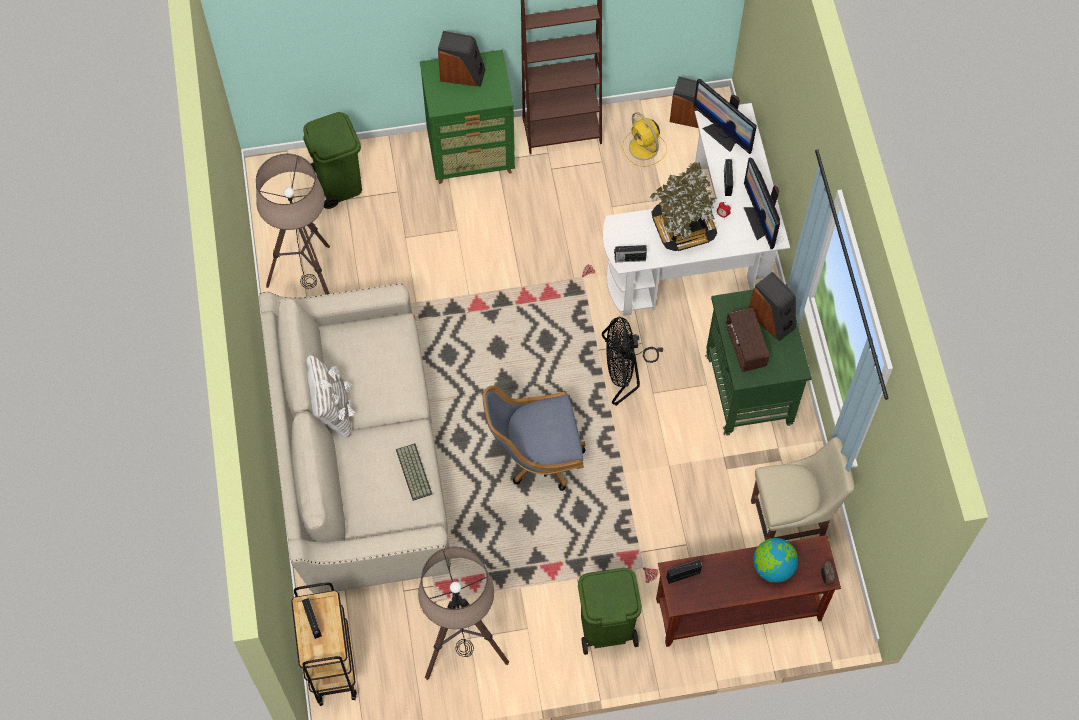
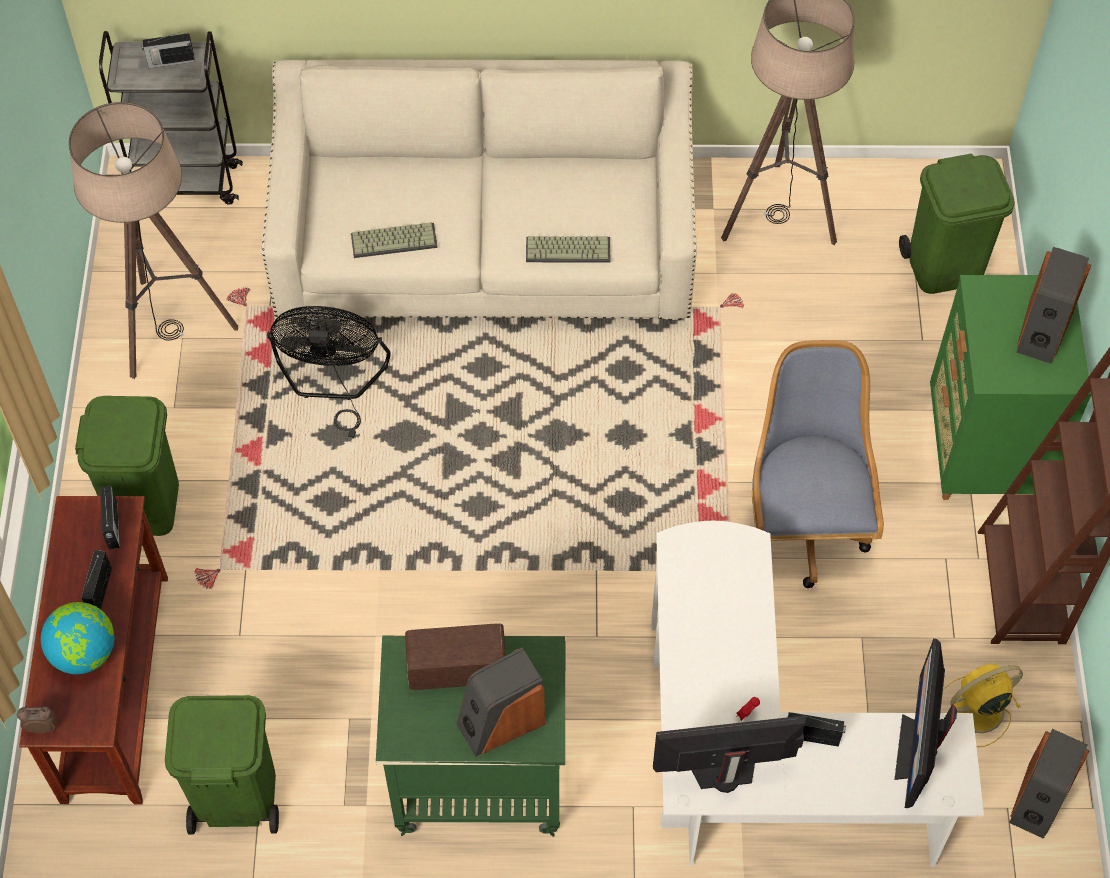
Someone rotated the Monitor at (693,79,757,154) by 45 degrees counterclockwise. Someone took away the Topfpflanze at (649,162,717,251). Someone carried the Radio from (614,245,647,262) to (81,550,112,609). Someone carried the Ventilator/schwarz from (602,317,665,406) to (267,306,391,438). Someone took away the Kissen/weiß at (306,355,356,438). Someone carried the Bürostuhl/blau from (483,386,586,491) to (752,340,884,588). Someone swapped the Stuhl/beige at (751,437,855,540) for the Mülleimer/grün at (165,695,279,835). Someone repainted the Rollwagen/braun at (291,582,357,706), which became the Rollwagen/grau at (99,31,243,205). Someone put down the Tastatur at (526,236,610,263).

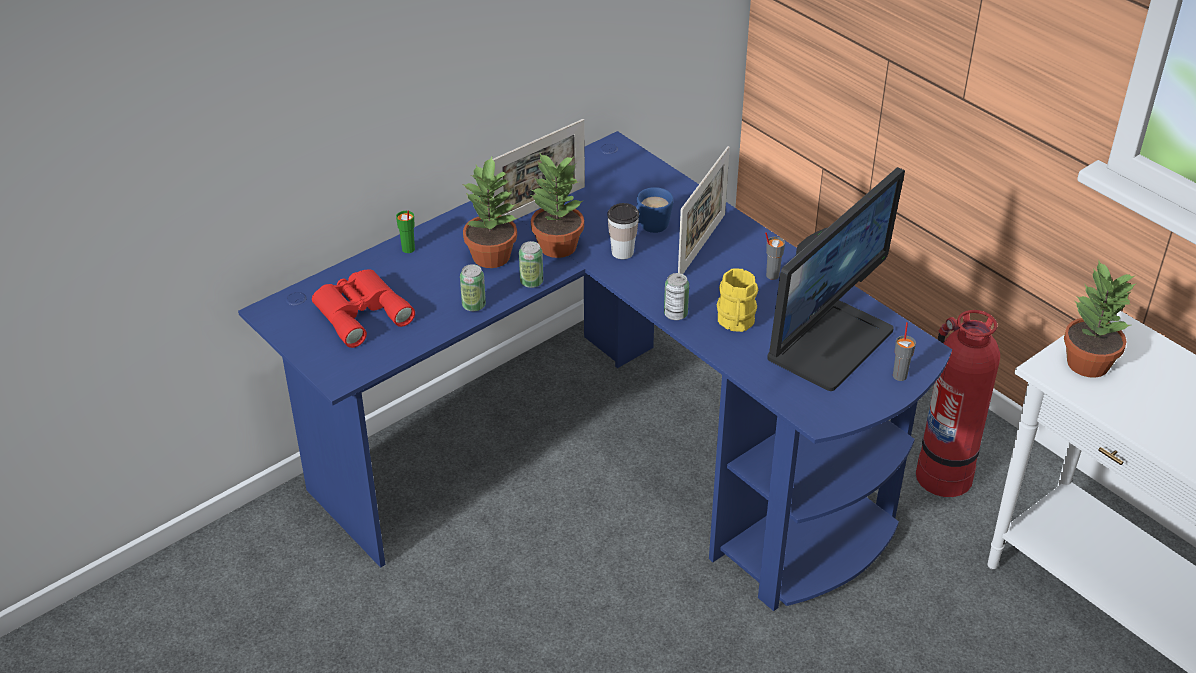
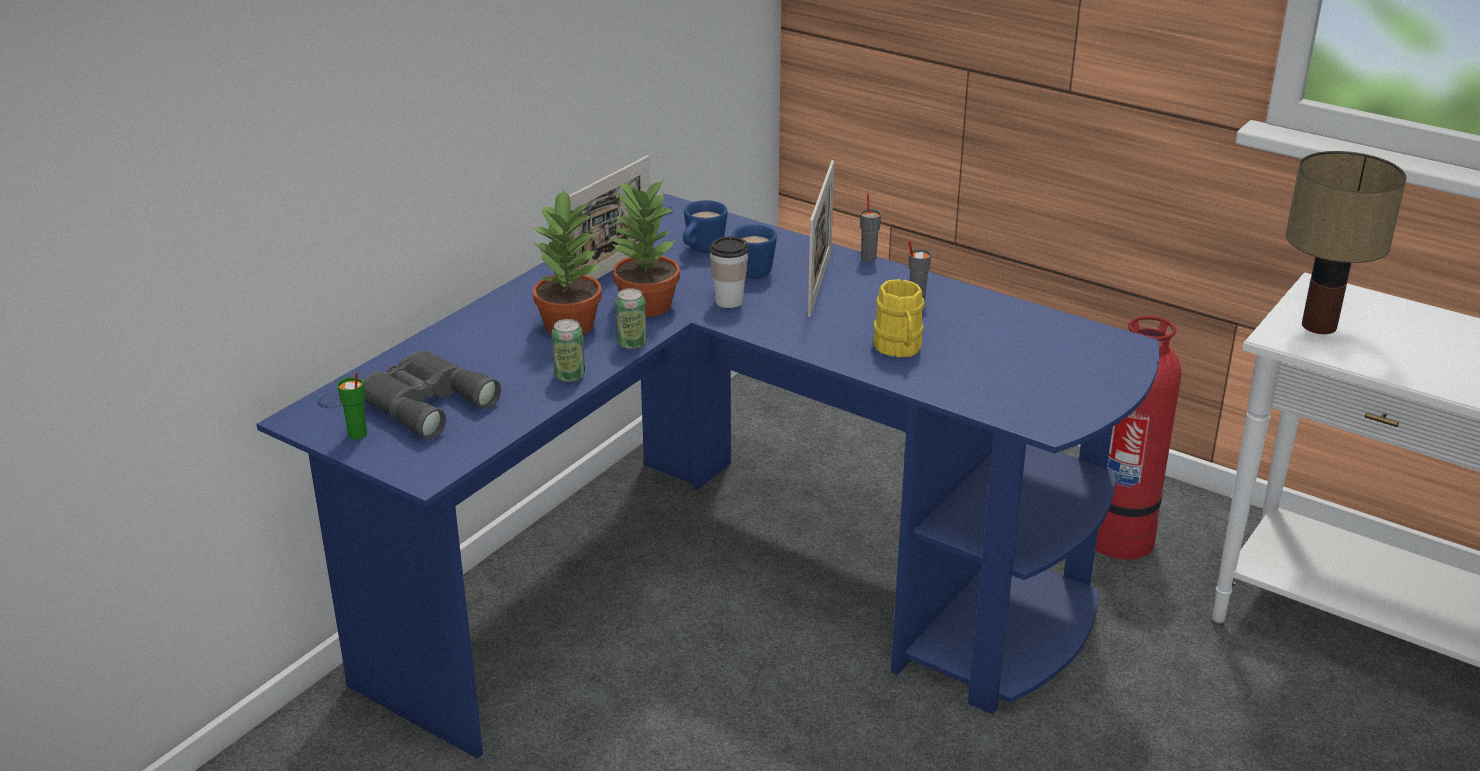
Someone took away the Monitor at (767,167,905,391). Someone carried the Tasse/grün from (396,210,415,253) to (337,372,367,440). Someone swapped the Topfpflanze at (1064,260,1136,378) for the Tischlampe at (1286,151,1407,334). Someone repainted the Fernglas/rot at (312,270,415,348), which became the Fernglas/grau at (363,351,501,440). Someone took away the Dose at (664,273,689,320). Someone carried the Tasse/grau from (893,322,916,381) to (860,193,882,262). Someone put down the Henkelbecher/blau at (683,200,728,253).

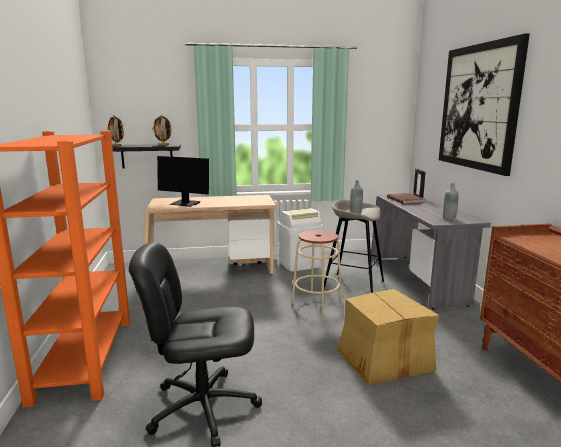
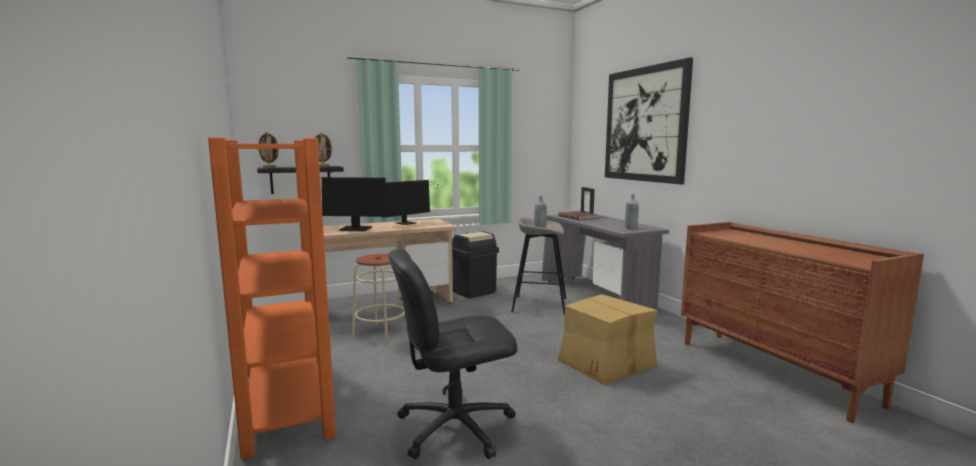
Someone repainted the Mülleimer/weiß at (277,208,324,272), which became the Mülleimer/schwarz at (452,231,499,298). Someone carried the Hocker/beige from (291,230,342,314) to (352,254,407,344). Someone put down the Monitor at (382,180,441,225).

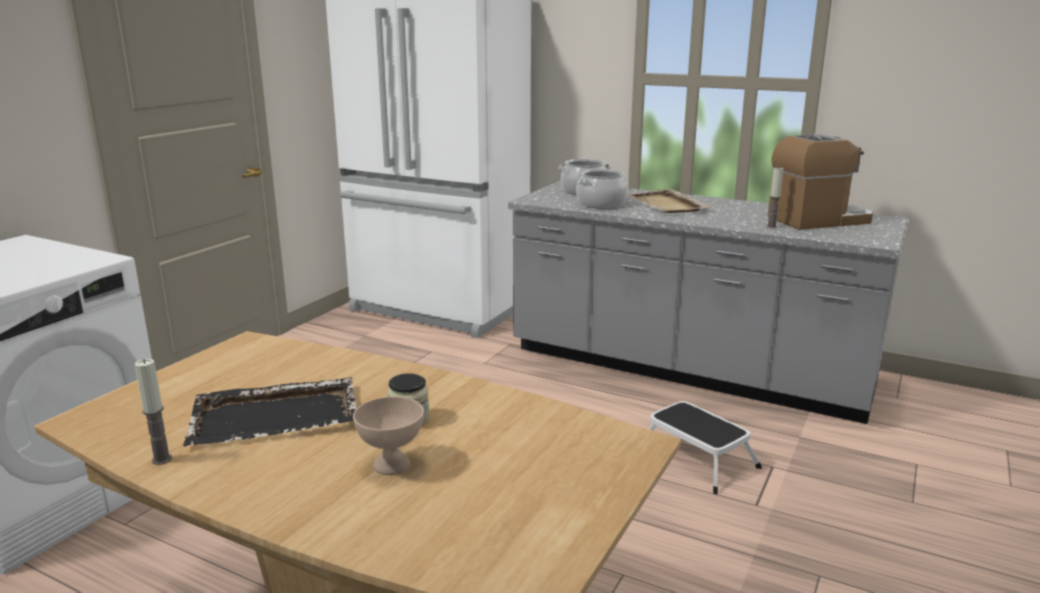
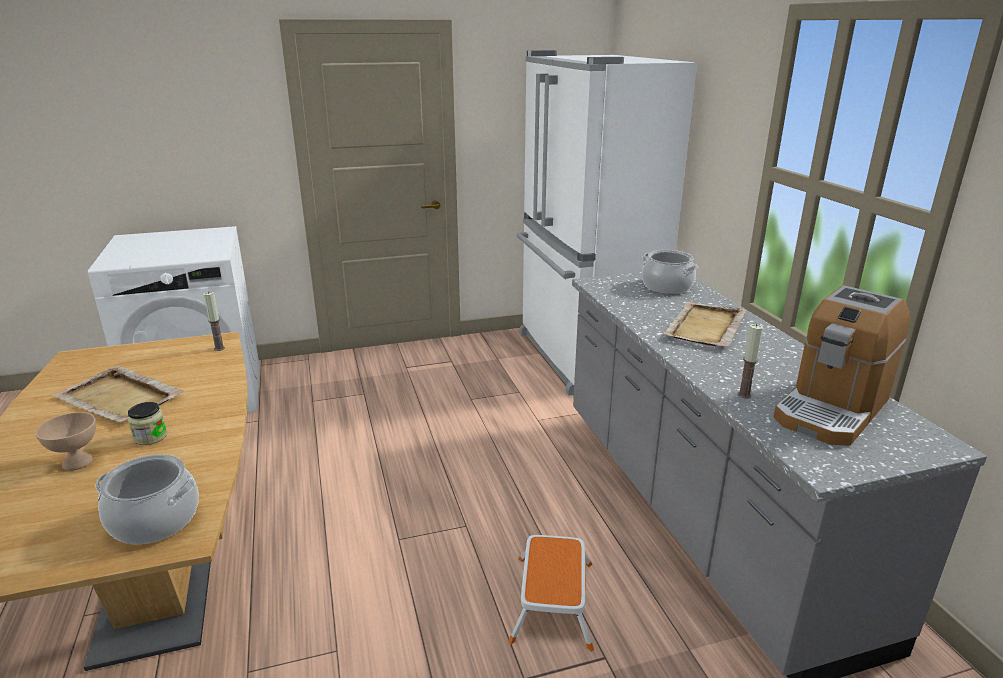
Someone rotated the Kaffeemaschine at (768,134,873,230) by 105 degrees clockwise. Someone carried the Kochtopf from (576,169,628,209) to (95,454,199,544). Someone carried the Kerze from (135,359,172,465) to (204,292,225,351). Someone repainted the Tablett/schwarz at (183,377,356,447), which became the Tablett/beige at (52,366,184,423). Someone repainted the Trittleiter/schwarz at (649,401,762,494), which became the Trittleiter/orange at (508,535,594,652).

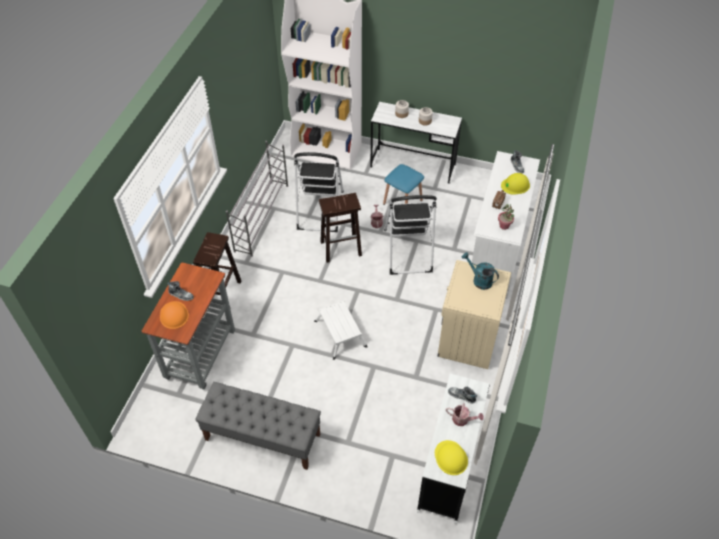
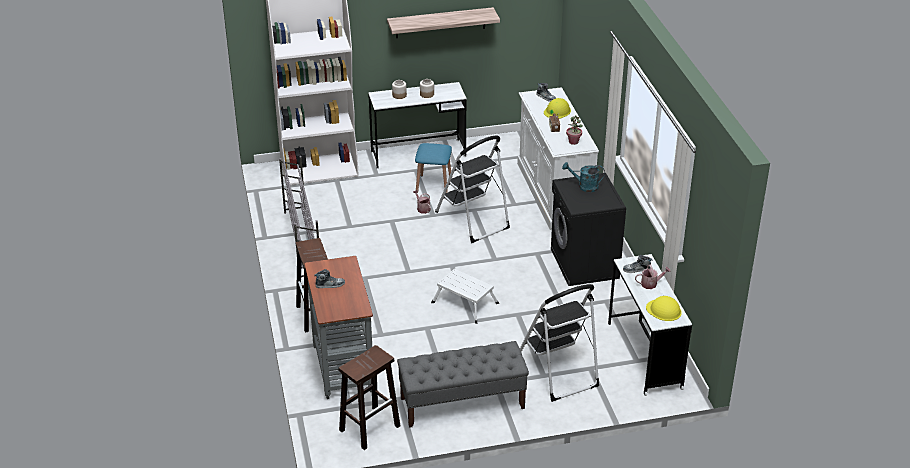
Someone carried the Trittleiter from (294,152,344,232) to (520,284,599,402). Someone carried the Hocker/braun from (319,193,362,263) to (338,345,400,450). Someone repainted the Waschmaschine/beige at (438,260,511,369), which became the Waschmaschine/schwarz at (551,173,626,286). Someone took away the Schutzhelm/orange at (160,301,189,329). Someone put up the Wandregal at (387,7,500,38).

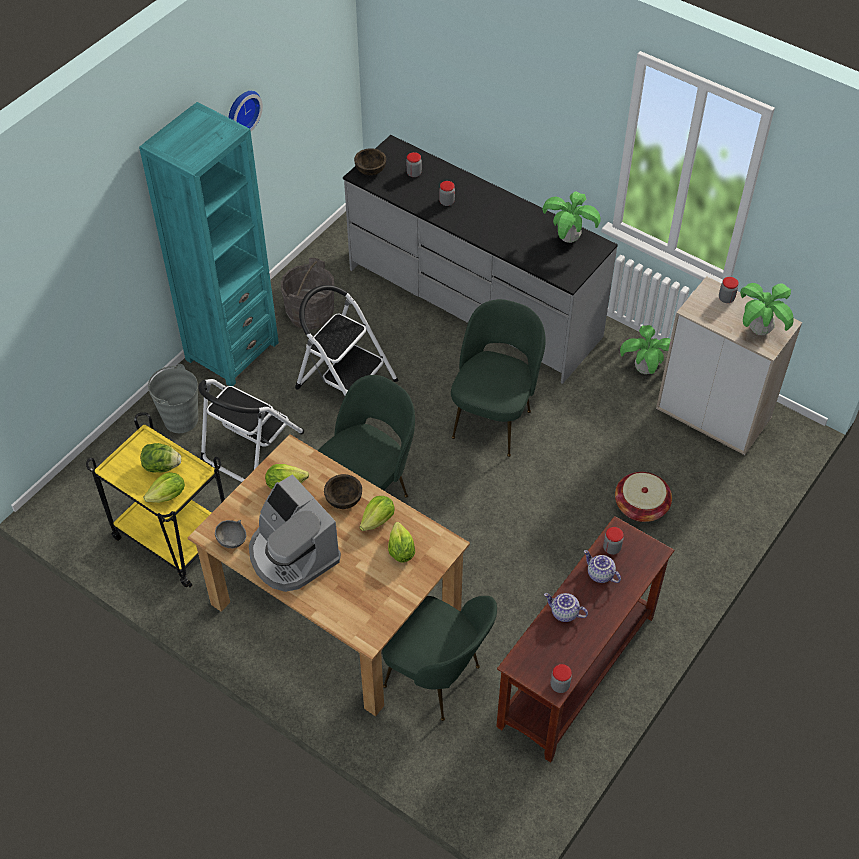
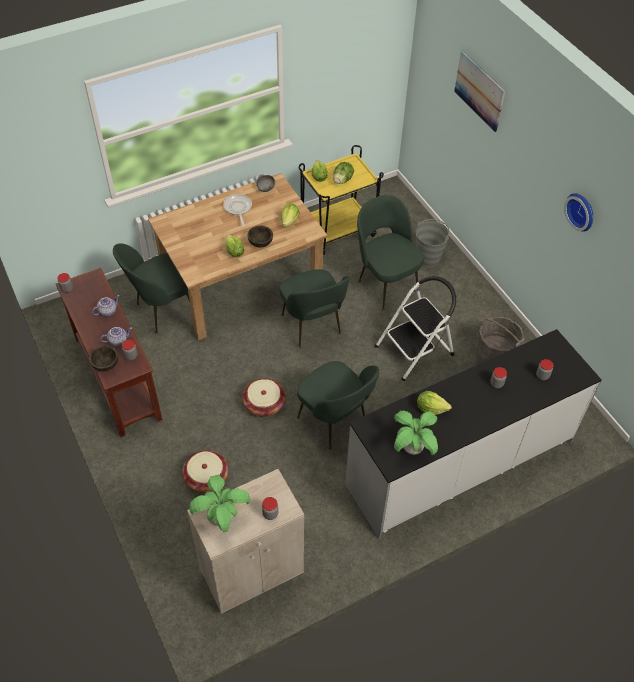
Someone took away the Bücherregal/türkis at (139,102,279,386). Someone carried the Schüssel/braun from (354,148,386,175) to (89,346,118,371). Someone took away the Topfpflanze at (620,325,671,374). Someone swapped the Trittleiter at (198,379,304,482) for the Stuhl/grün at (357,195,424,310). Someone swapped the Kaffeemaschine at (249,474,341,592) for the Pfanne at (223,194,252,227). Someone carried the Salatkopf from (388,522,415,563) to (417,391,452,415). Someone put up the Bild at (454,51,505,132). Someone put down the Korb at (242,378,285,417).

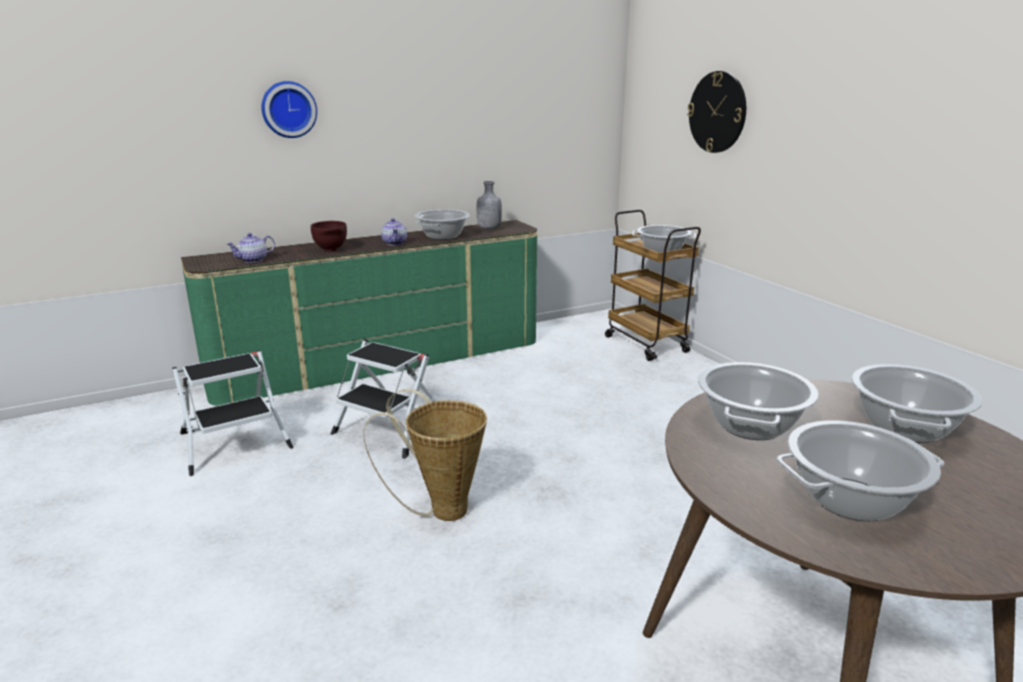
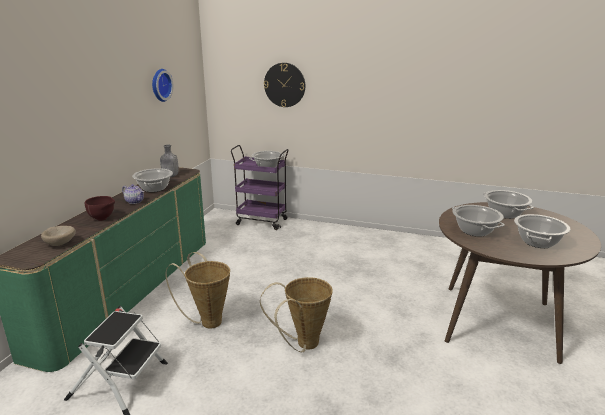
Someone carried the Wanduhr from (261,81,317,138) to (152,69,173,102). Someone repainted the Rollwagen/braun at (605,210,701,361), which became the Rollwagen/lila at (231,145,288,230). Someone swapped the Teekanne at (227,233,275,263) for the Schüssel/beige at (41,226,76,246). Someone swapped the Trittleiter at (331,339,436,459) for the Korb at (165,252,230,329).

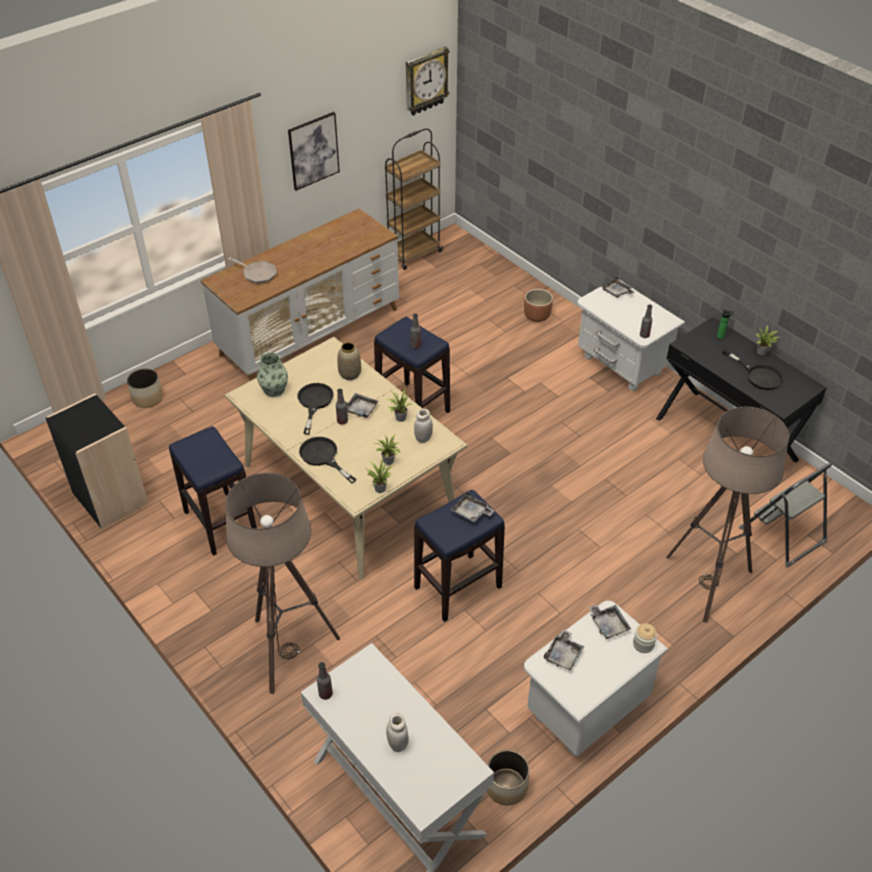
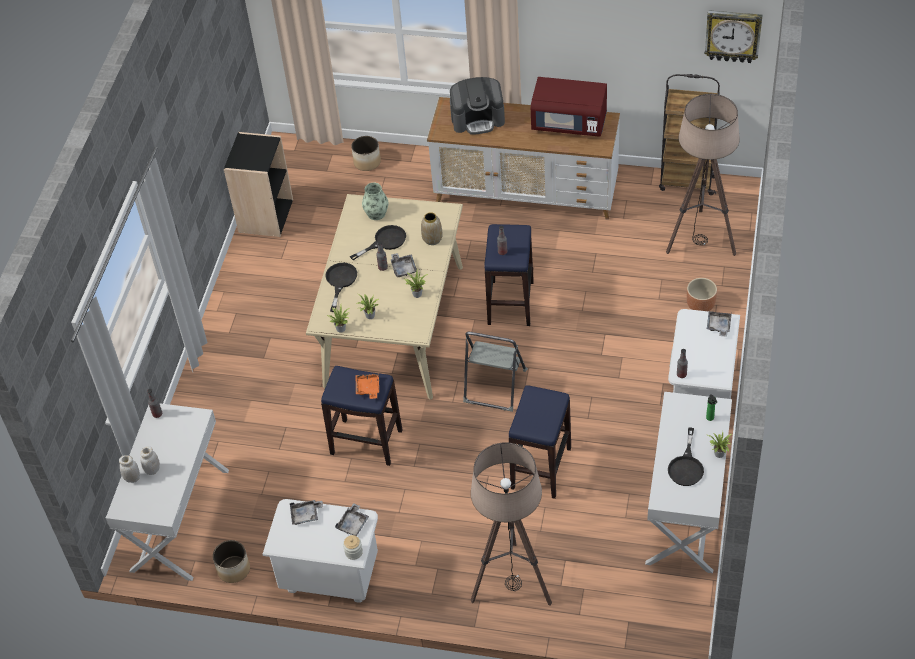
Someone took away the Bild at (288,112,340,191). Someone swapped the Pfanne at (228,257,276,284) for the Kaffeemaschine at (450,77,505,134). Someone repainted the Konsolentisch/schwarz at (656,317,827,463), which became the Konsolentisch/weiß at (645,392,732,573). Someone carried the Vorratsglas/weiß from (414,409,433,443) to (119,455,140,483). Someone carried the Hocker from (169,426,257,556) to (509,385,571,499). Someone carried the Trittleiter/grau from (739,462,832,568) to (463,332,528,412). Someone carried the Stehlampe from (226,473,340,694) to (666,94,740,256). Someone repainted the Tablett/grau at (450,492,495,522), which became the Tablett/orange at (355,372,379,399). Someone put down the Mikrowelle/rot at (531,77,607,137).

